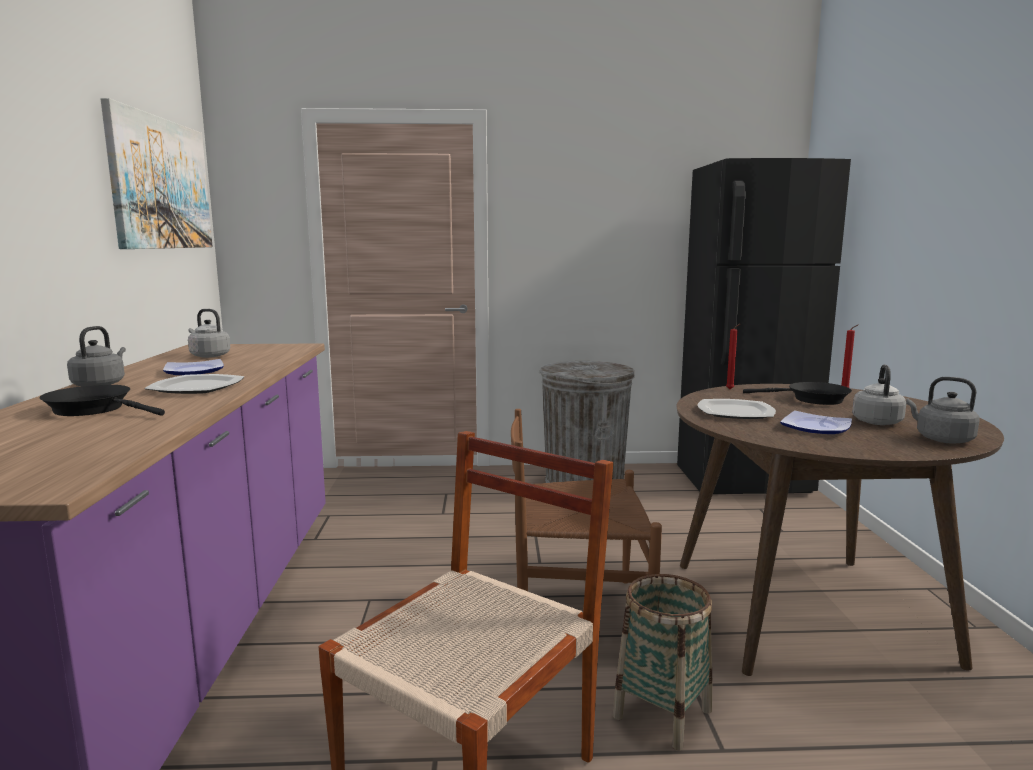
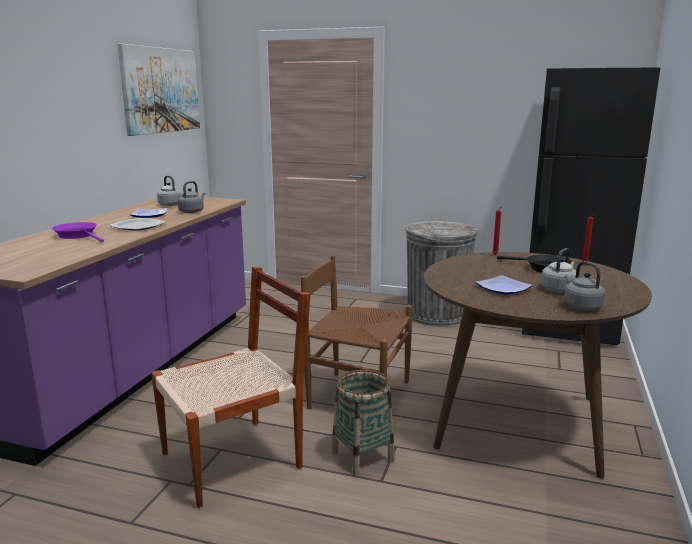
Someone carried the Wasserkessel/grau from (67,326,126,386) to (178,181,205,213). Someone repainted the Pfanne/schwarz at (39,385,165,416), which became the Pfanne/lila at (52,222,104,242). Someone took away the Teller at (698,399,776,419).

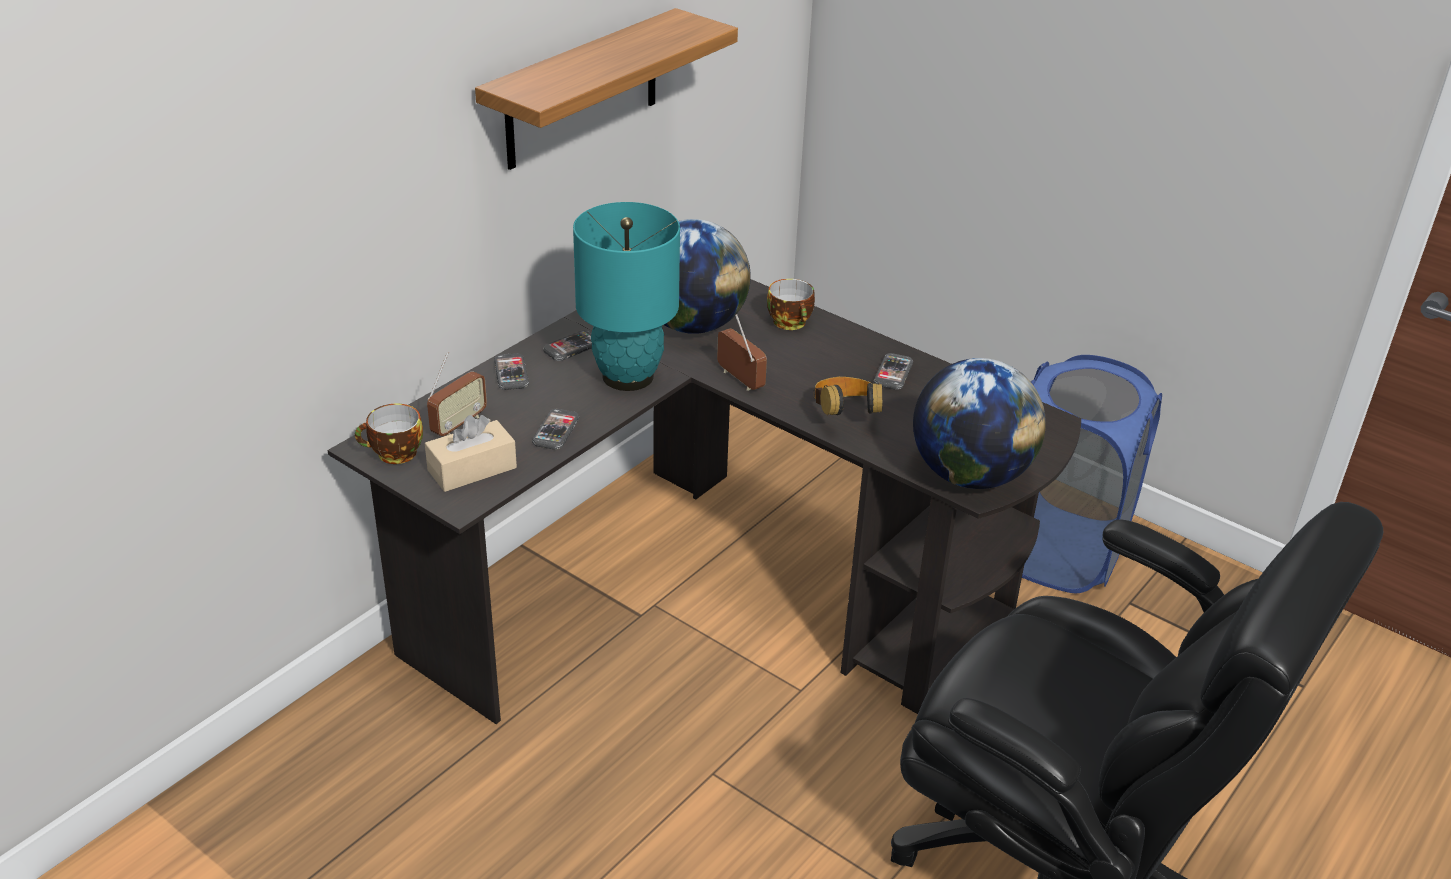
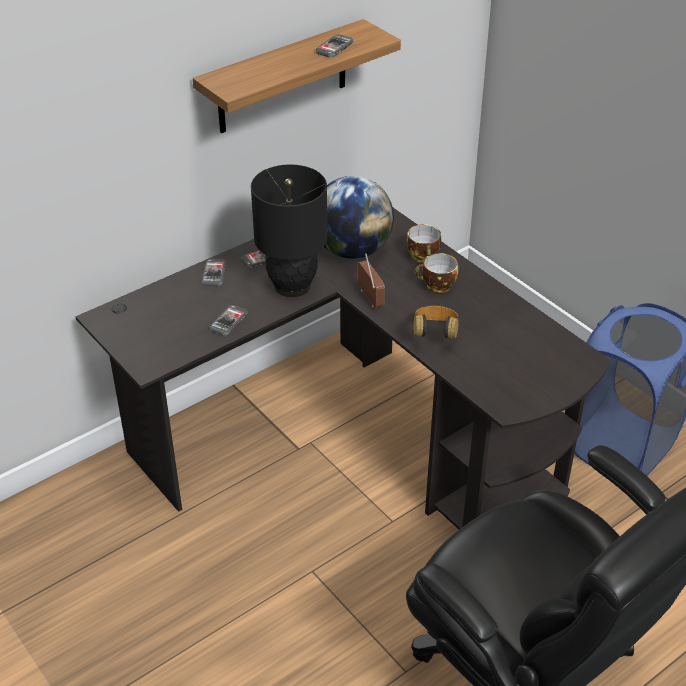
Someone repainted the Tischlampe/türkis at (573,202,680,391), which became the Tischlampe/schwarz at (251,165,327,297). Someone took away the Radio at (427,352,487,436). Someone carried the Handy from (874,353,913,390) to (315,34,354,57). Someone took away the Globus at (913,358,1046,489). Someone carried the Tasse from (355,404,423,464) to (415,253,458,293). Someone took away the Taschentuchbox/beige at (425,415,517,492).

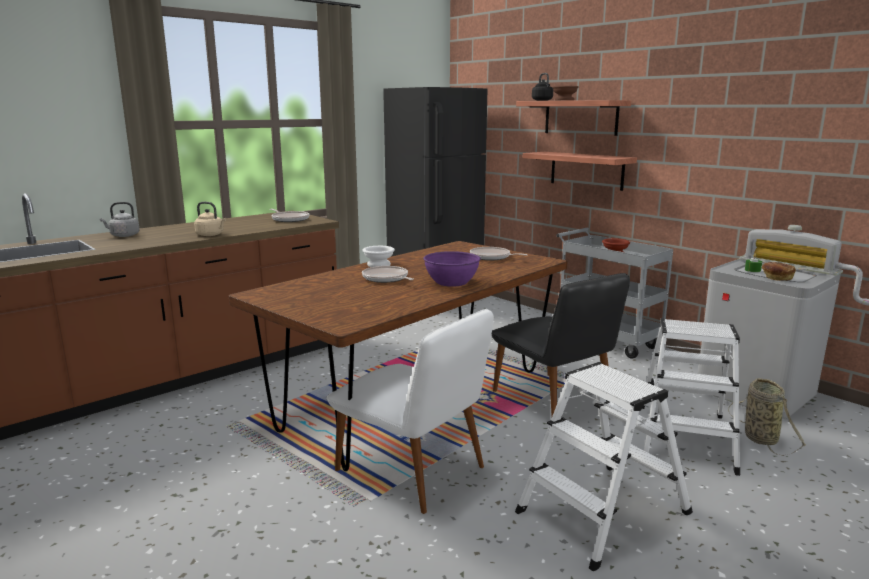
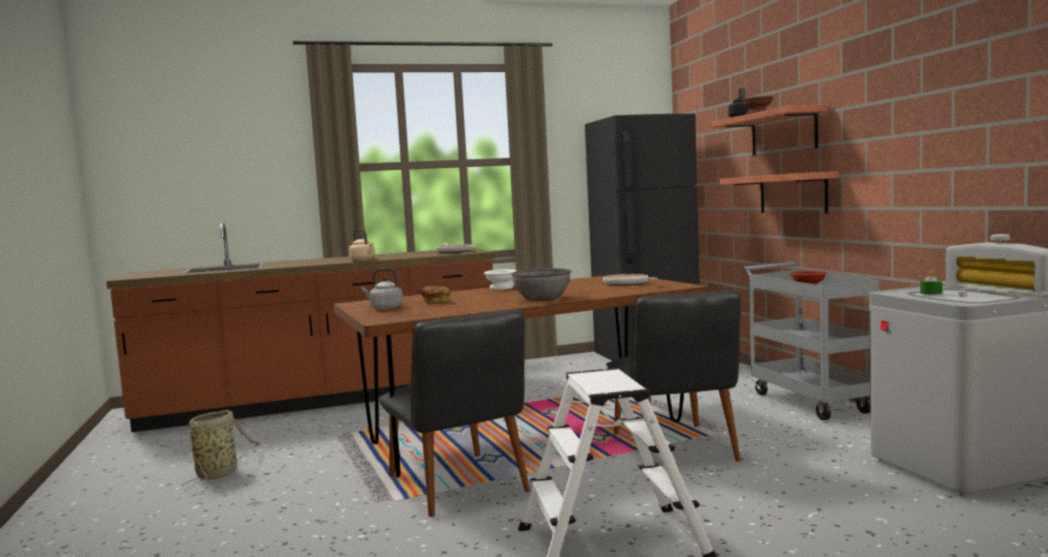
Someone carried the Wasserkessel/grau from (100,202,139,237) to (361,268,403,310). Someone repainted the Schüssel/lila at (423,251,480,287), which became the Schüssel/grau at (511,268,571,301). Someone carried the Brot from (762,262,796,281) to (421,286,451,304). Someone took away the Pfanne at (362,266,414,283). Someone repainted the Stuhl/weiß at (326,309,494,514), which became the Stuhl/schwarz at (378,309,530,517). Someone took away the Trittleiter/weiß at (642,318,740,476). Someone carried the Korb from (728,378,806,456) to (182,410,260,486).

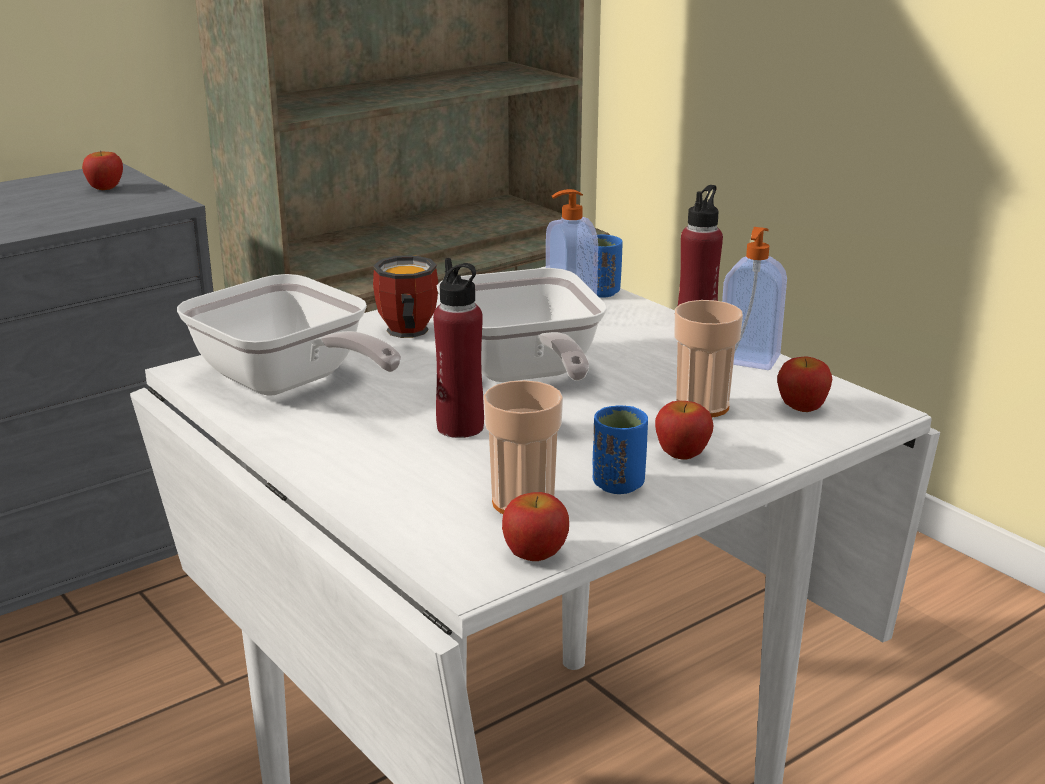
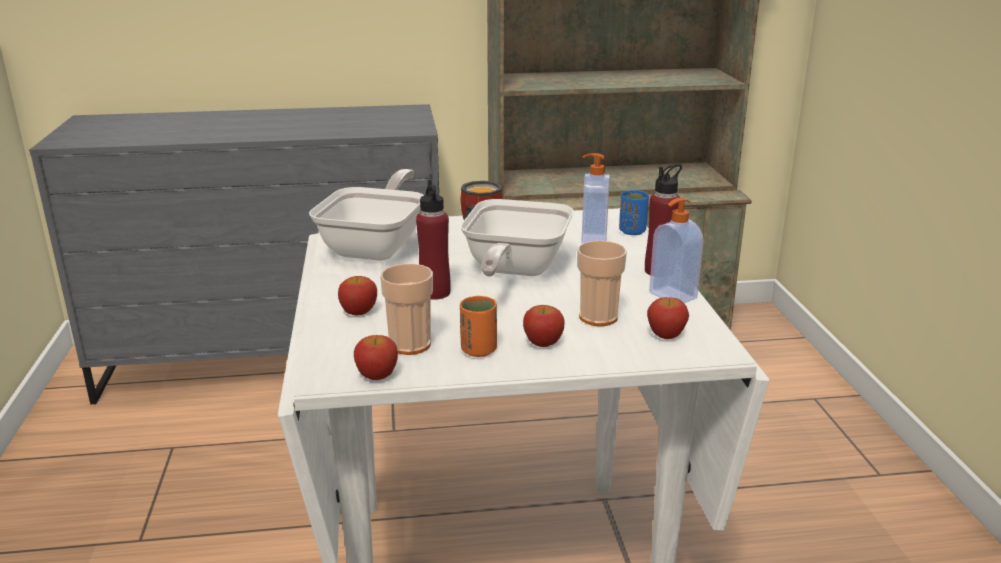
Someone carried the Apfel from (82,151,123,190) to (338,276,377,315). Someone rotated the Pfanne at (177,274,401,396) by 150 degrees counterclockwise. Someone repainted the Tasse/blau at (593,405,648,494), which became the Tasse/orange at (460,296,497,357).

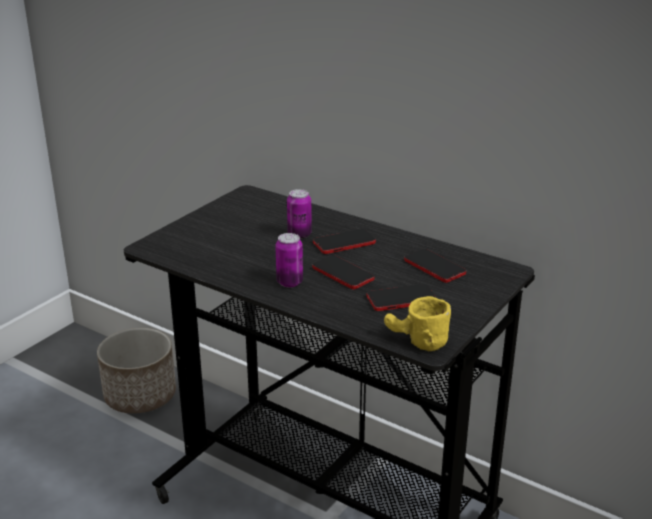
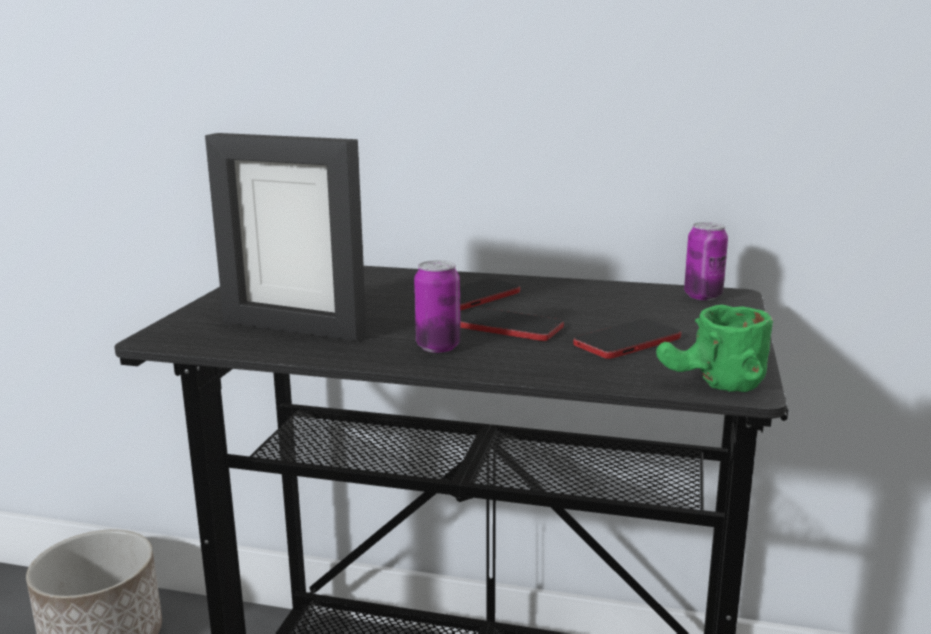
Someone carried the Dose from (287,189,312,239) to (684,222,728,300). Someone took away the Handy at (404,249,466,283). Someone repainted the Henkelbecher/gelb at (384,296,451,351), which became the Henkelbecher/grün at (656,305,773,392). Someone put down the Bilderrahmen at (205,133,367,341).

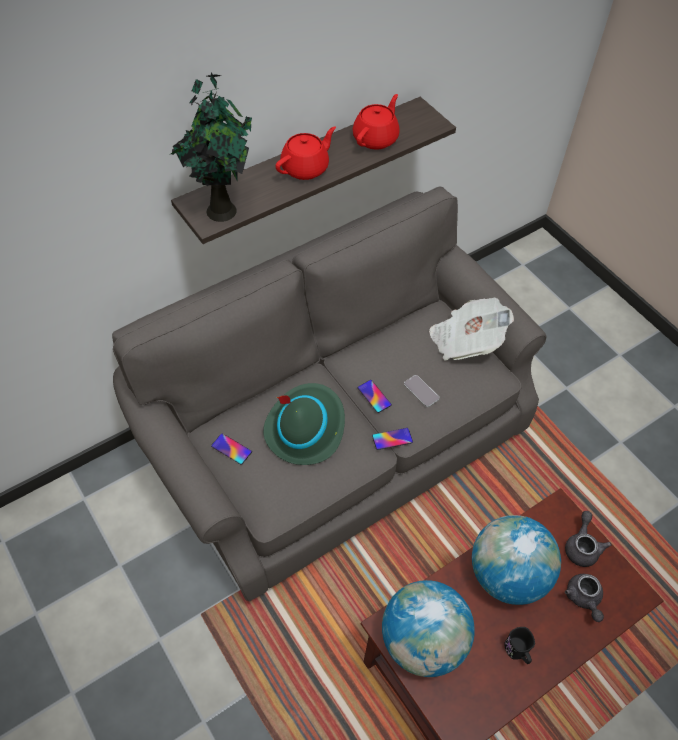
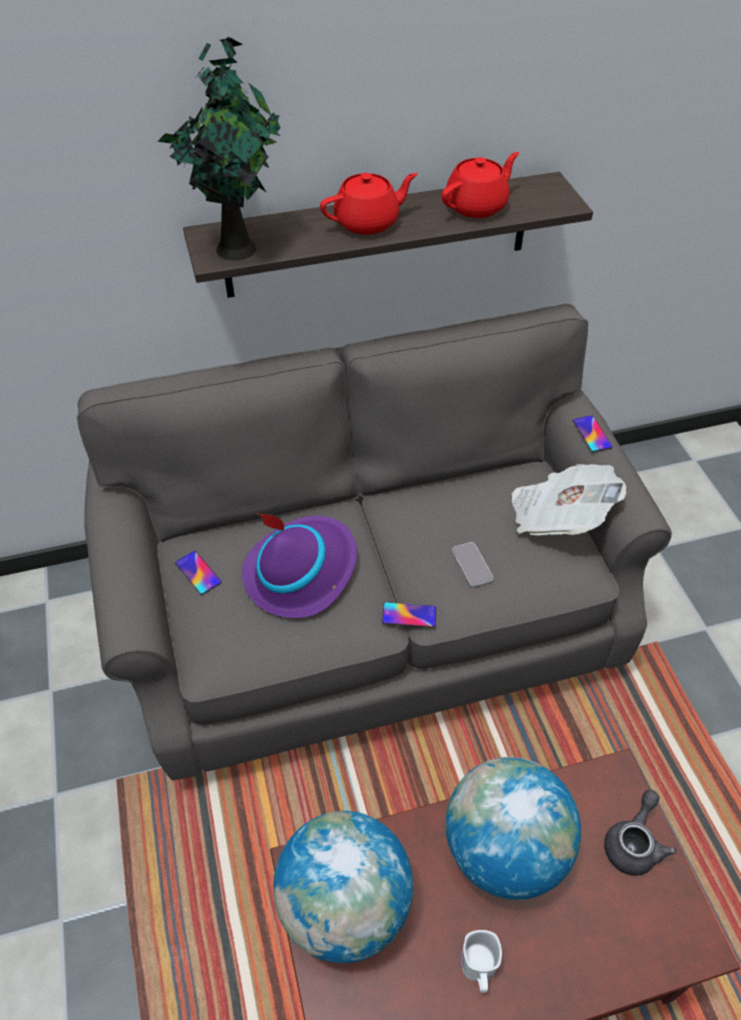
Someone carried the Handy from (358,380,392,413) to (573,415,613,452). Someone repainted the Hut/grün at (263,383,345,465), which became the Hut/lila at (242,513,357,618). Someone took away the Teekanne/grau at (565,574,604,622). Someone repainted the Henkelbecher/schwarz at (504,627,535,664), which became the Henkelbecher/weiß at (461,930,502,993).

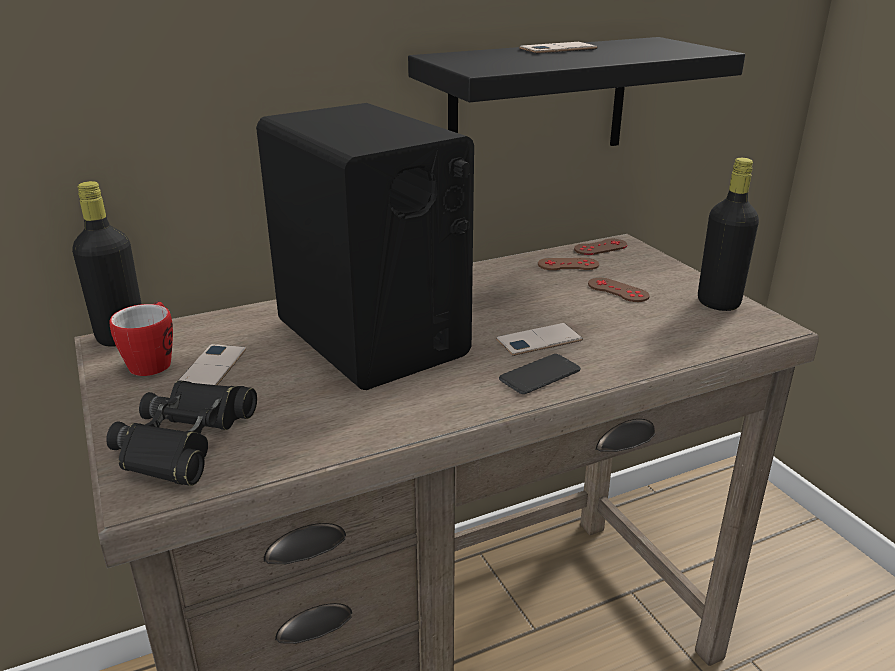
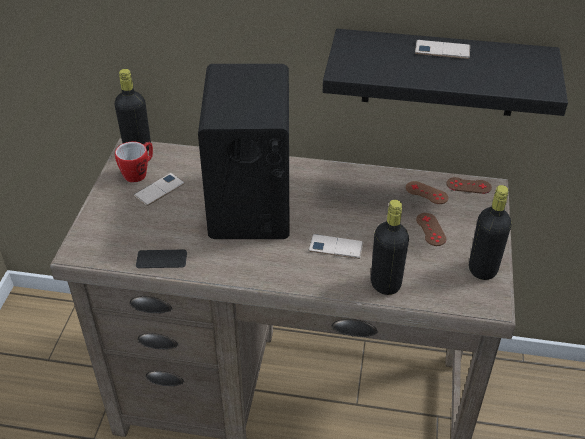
Someone carried the Handy from (499,354,581,394) to (136,250,187,268). Someone took away the Fernglas/schwarz at (106,380,257,486). Someone put down the Flasche/schwarz at (371,200,409,295).

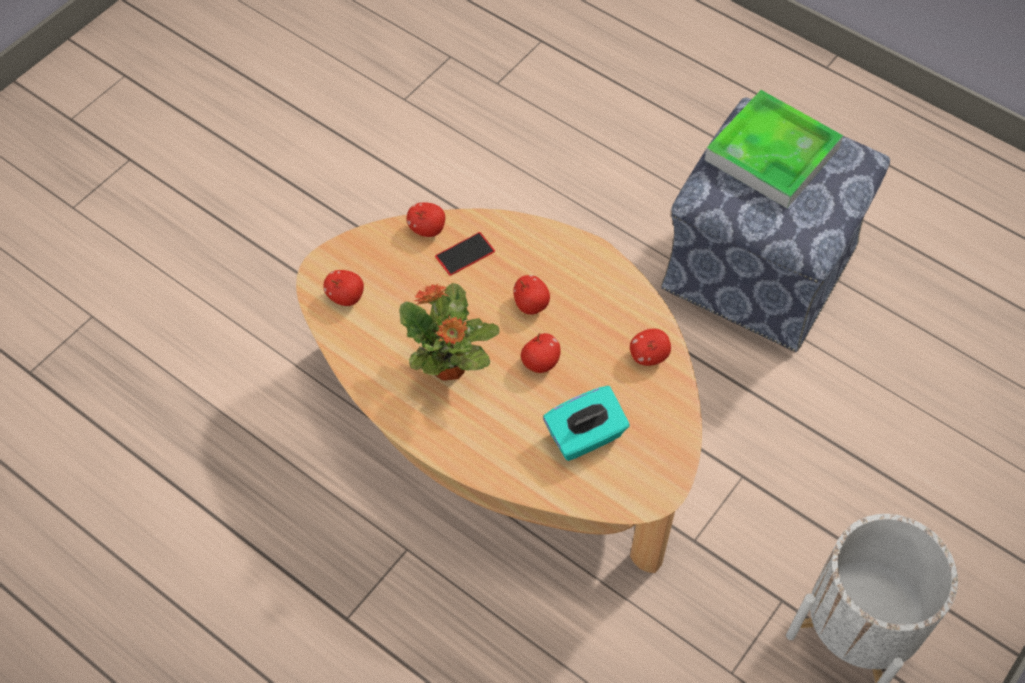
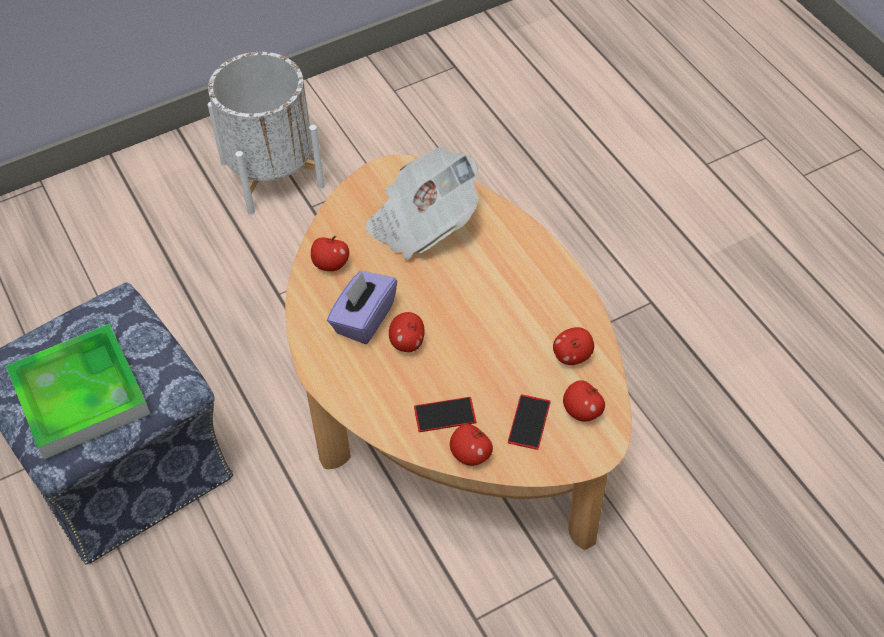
Someone took away the Topfpflanze at (399,283,500,381). Someone carried the Apfel from (521,333,561,373) to (553,327,594,365). Someone swapped the Taschentuchbox/türkis at (543,386,630,461) for the Zeitung at (365,147,478,260). Someone put down the Taschentuchbox/lila at (327,271,397,344). Someone put down the Handy at (508,394,551,450).

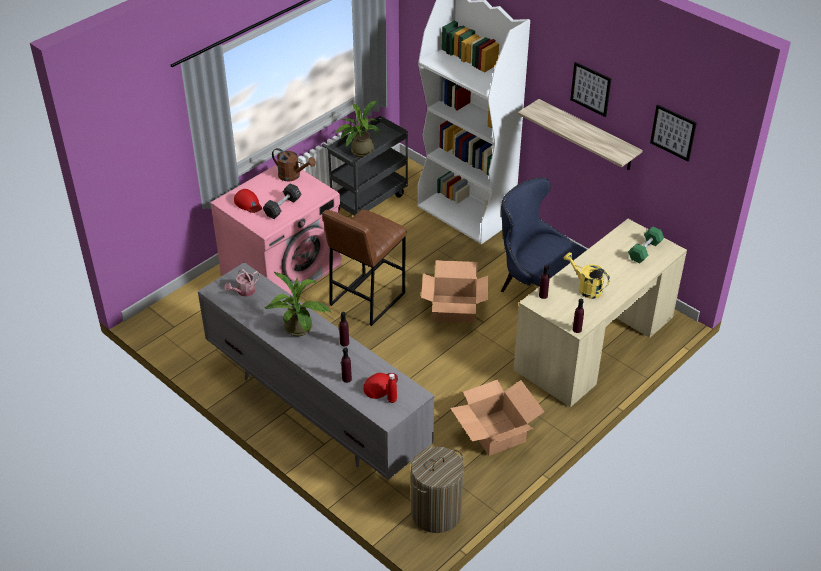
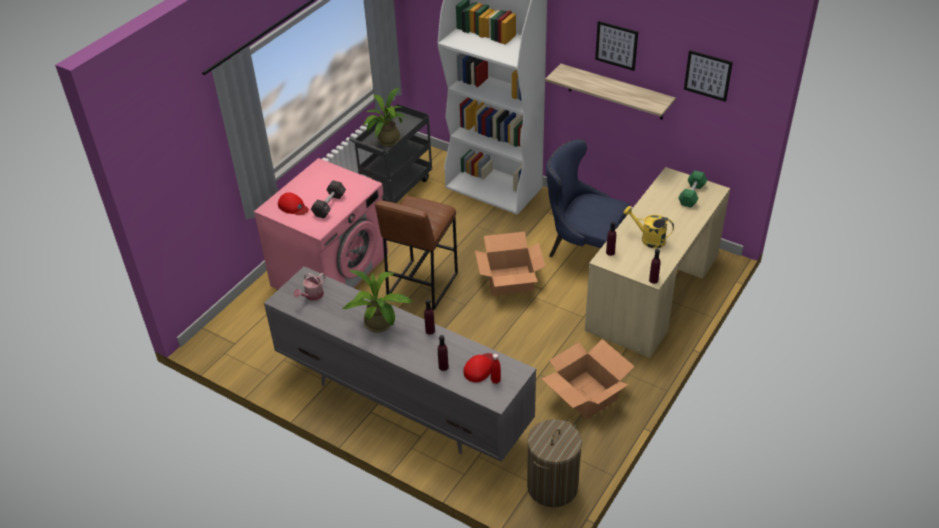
Someone took away the Gießkanne/braun at (272,148,316,181).

